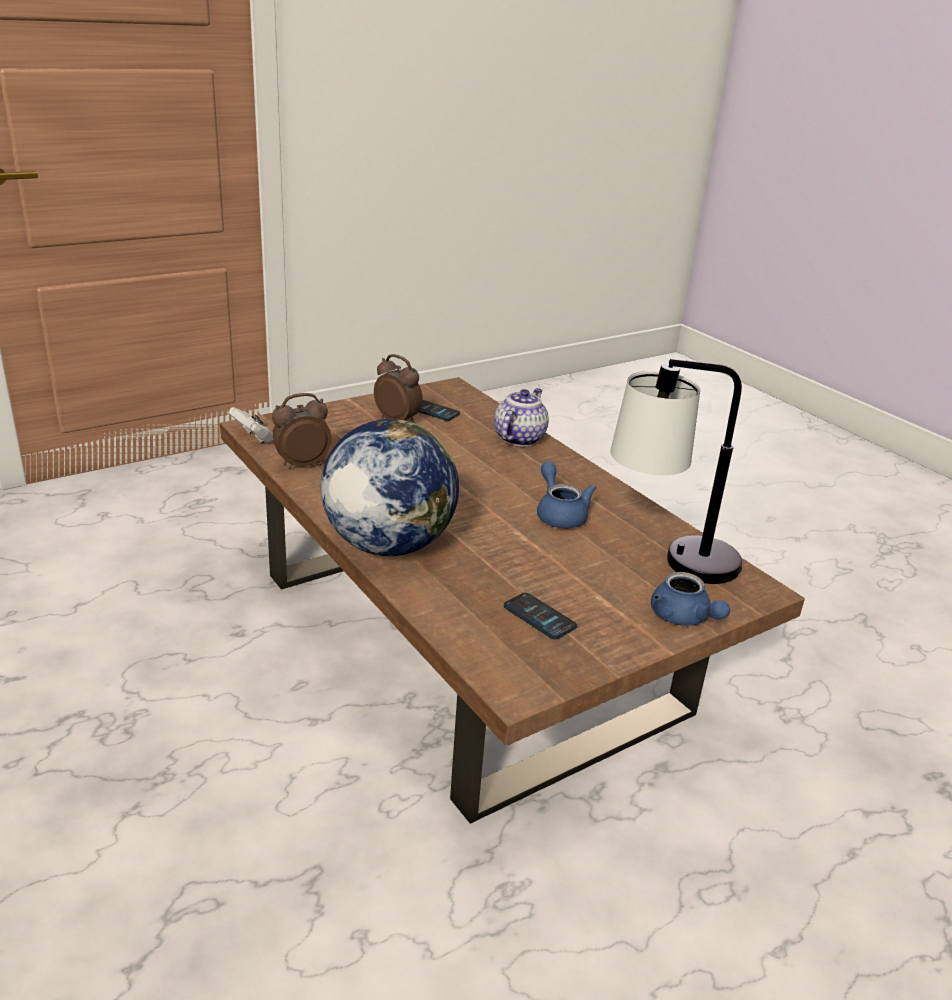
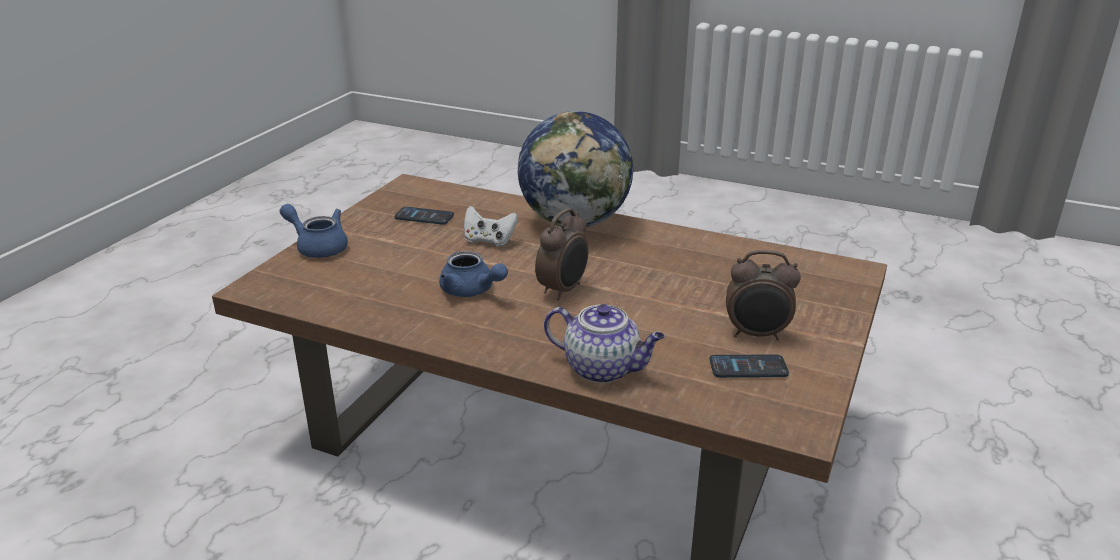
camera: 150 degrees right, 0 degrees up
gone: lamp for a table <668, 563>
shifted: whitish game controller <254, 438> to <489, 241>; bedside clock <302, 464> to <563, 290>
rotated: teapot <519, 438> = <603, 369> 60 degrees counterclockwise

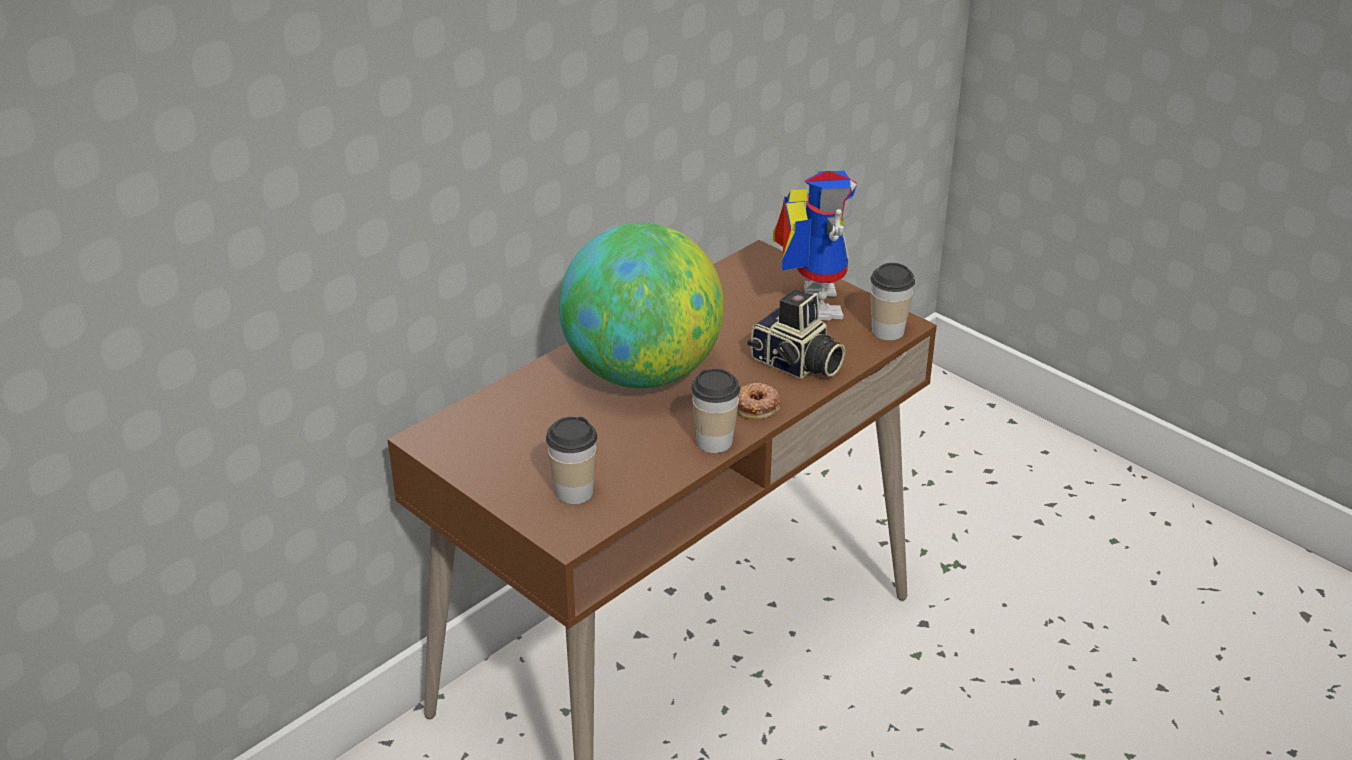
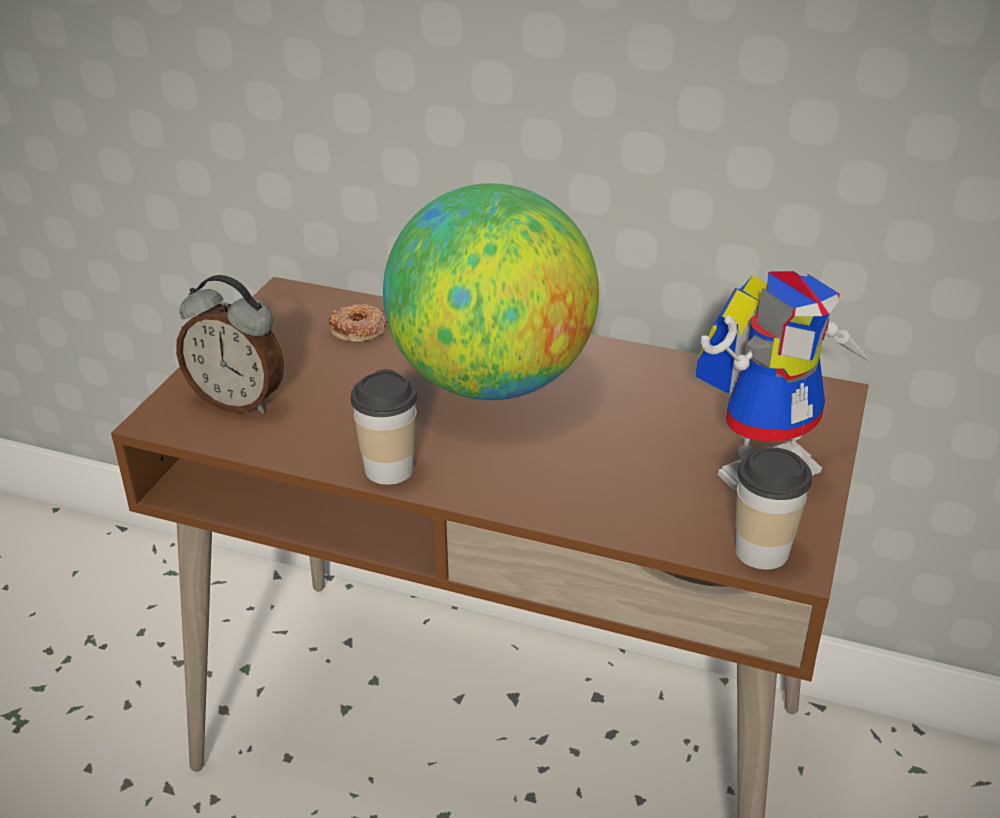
camera: 65 degrees right, 0 degrees up
gone: photo camera <796, 365>
shifted: donut <757, 406> to <359, 329>
swapped: small cup <574, 492> to bedside clock <239, 401>

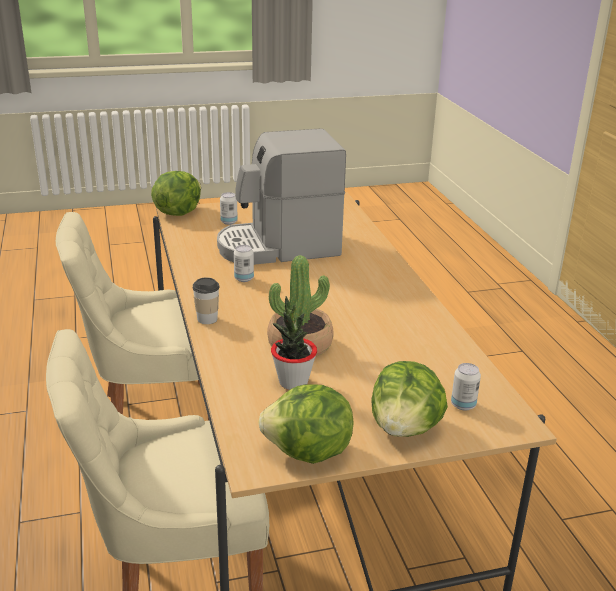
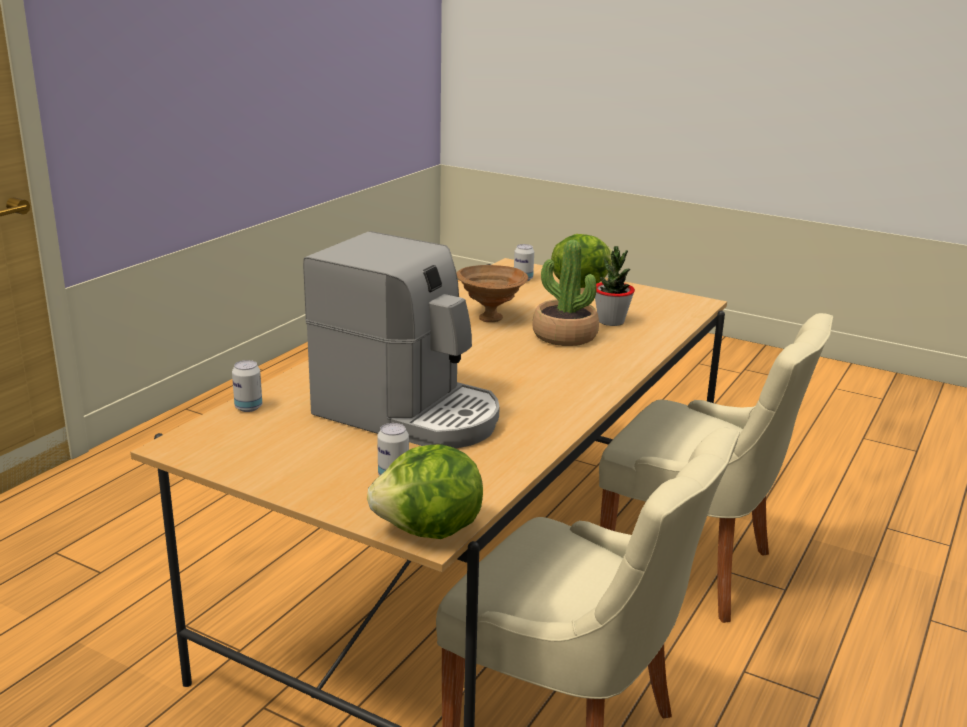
camera: 135 degrees left, 5 degrees down
gone: small cup <207, 319>; head of lettuce <308, 453>
new: brown bowl <489, 317>
shifted: sealed can <244, 279> to <248, 407>

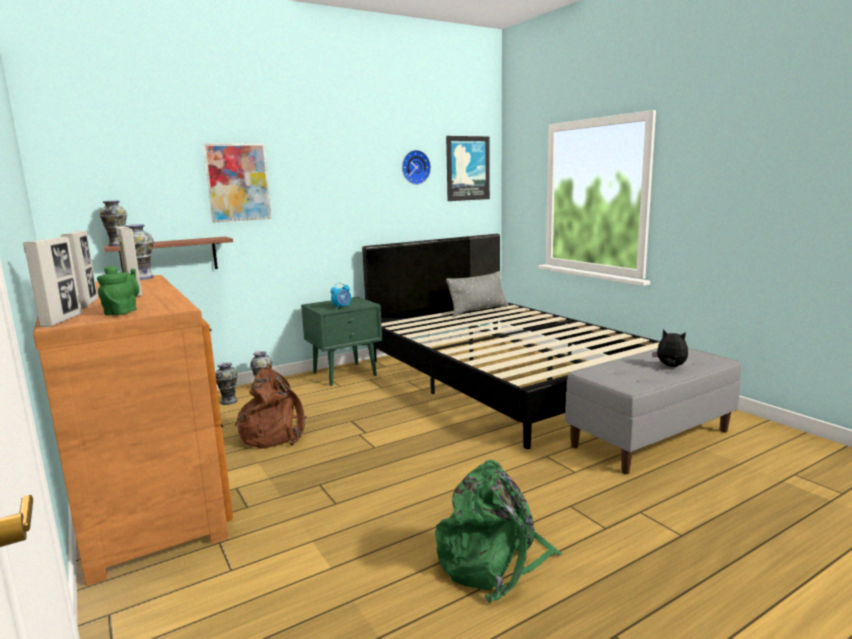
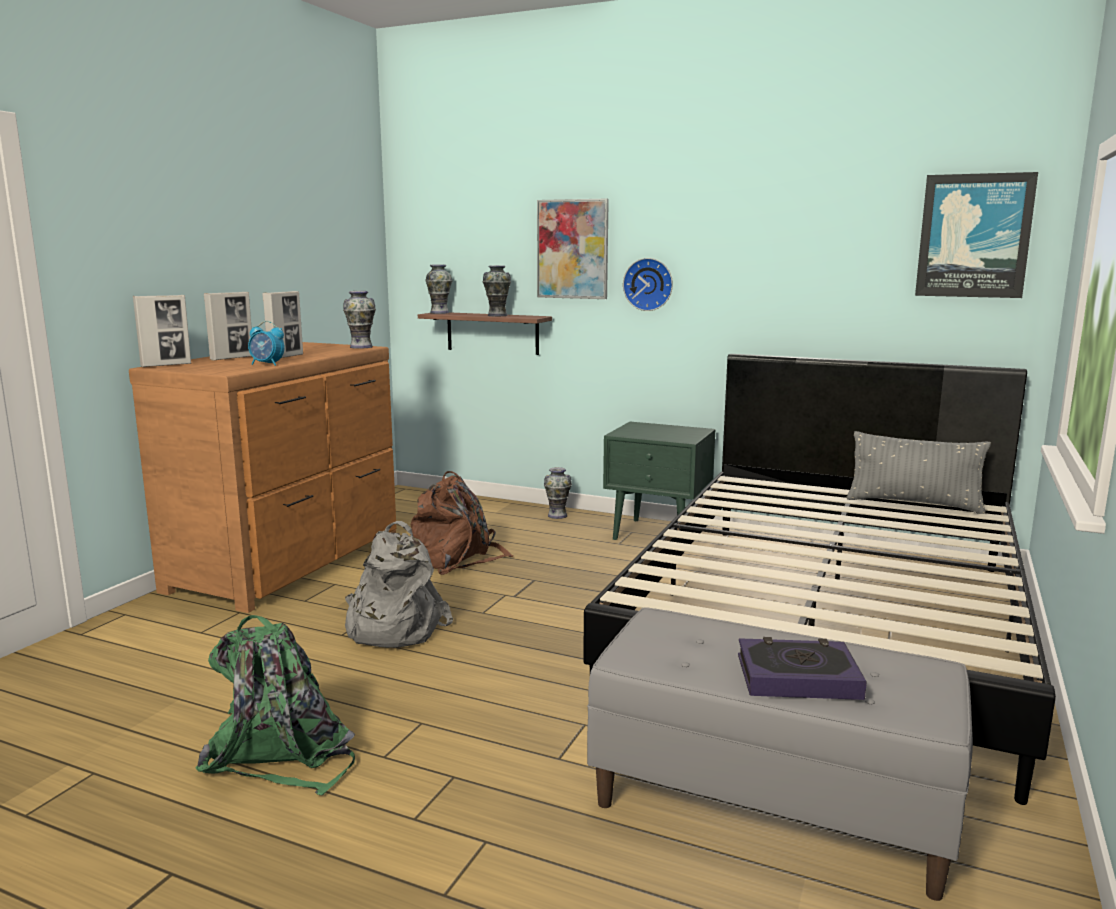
camera: 55 degrees right, 0 degrees up
gone: greenish teapot <123, 312>
new: grey rucksack <392, 628>
shifted: flower vase <229, 401> to <497, 315>; bedside clock <342, 307> to <267, 364>; wall clock <415, 167> to <648, 284>
swapped: soft toy <670, 366> to bound book <797, 677>

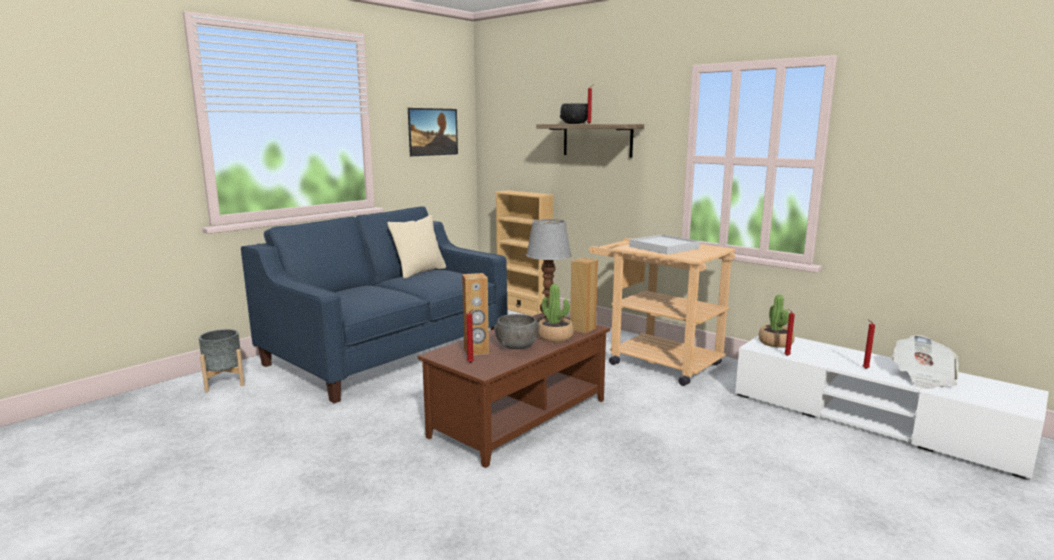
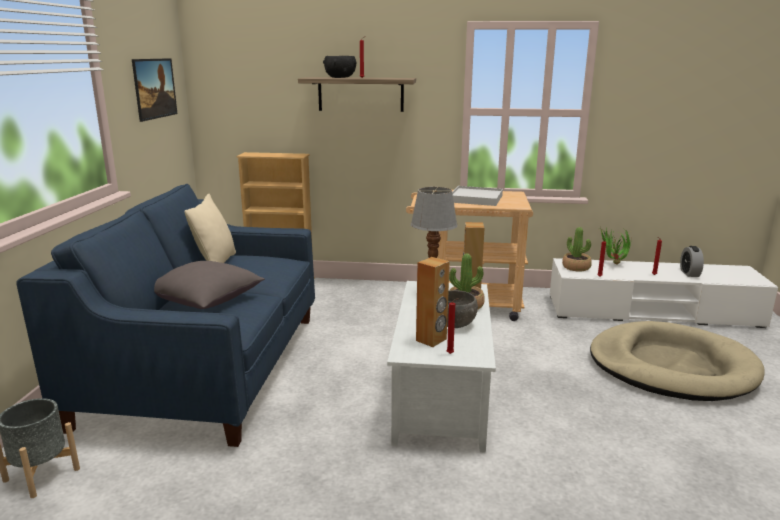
camera: 35 degrees left, 5 degrees up
new: grey cushion <206, 301>; beige pet bed <671, 367>; houseplant <612, 265>
swapped: printed paper <923, 378> to bedside clock <689, 273>
repainted: brown low table <519, 417> to whitish low table <439, 393>

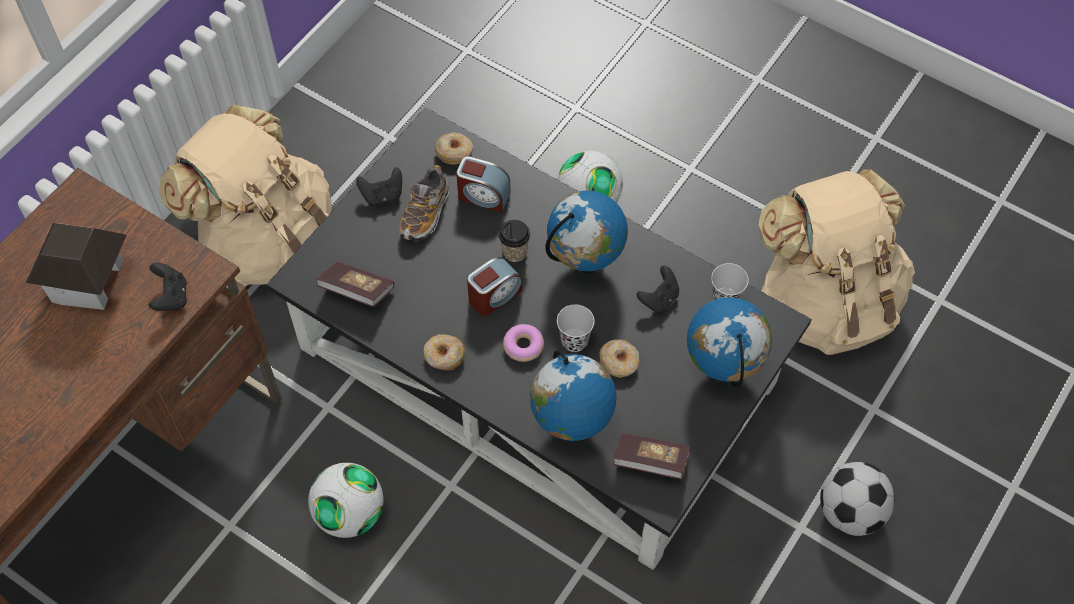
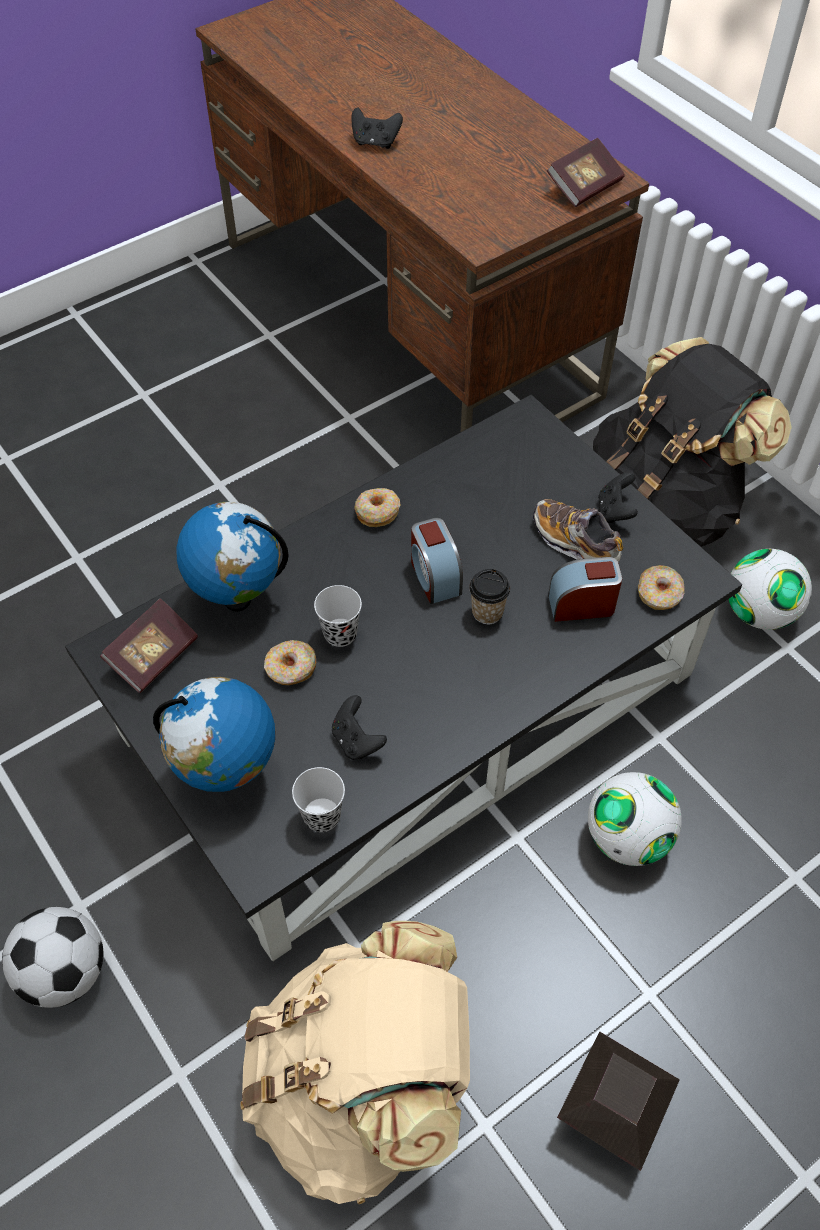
camera: 110 degrees right, 5 degrees down
gone: donut <523, 346>; globe <585, 263>
shifted: model house <88, 281> to <611, 1111>; black game controller <171, 297> to <375, 142>; football ball <350, 514> to <759, 612>; bound book <357, 291> to <584, 187>
repainted: beige rucksack <267, 240> to black rucksack <664, 505>
rotated: bedside clock <483, 196> = <581, 604> 45 degrees clockwise

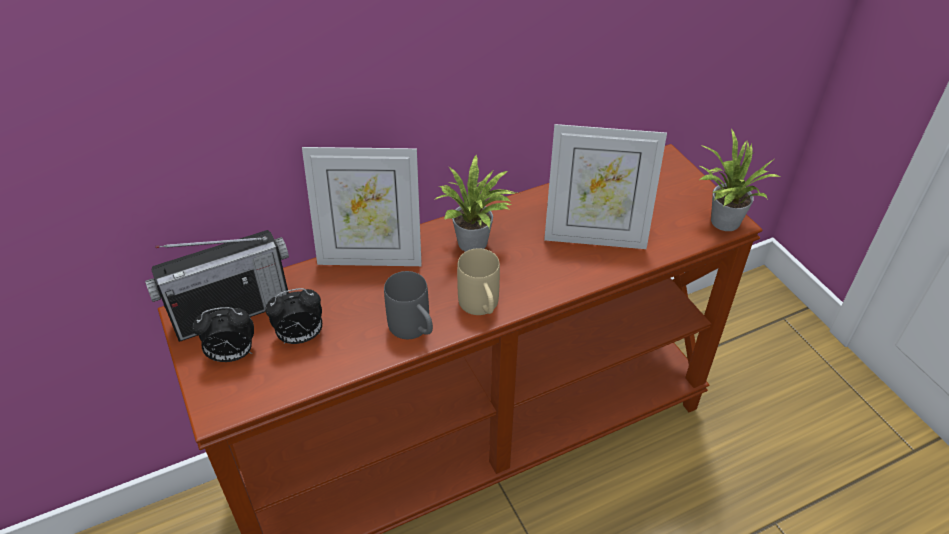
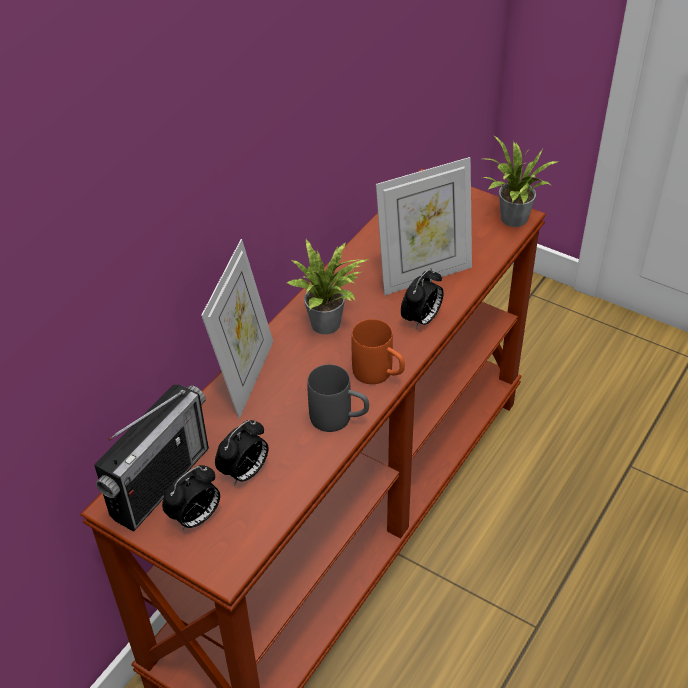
camera: 30 degrees left, 0 degrees up
new: bedside clock <421, 320>
repainted: beige tea mug <481, 308> to orange-coloured tea mug <379, 375>
rotated: picture frame <370, 257> = <246, 376> 45 degrees counterclockwise

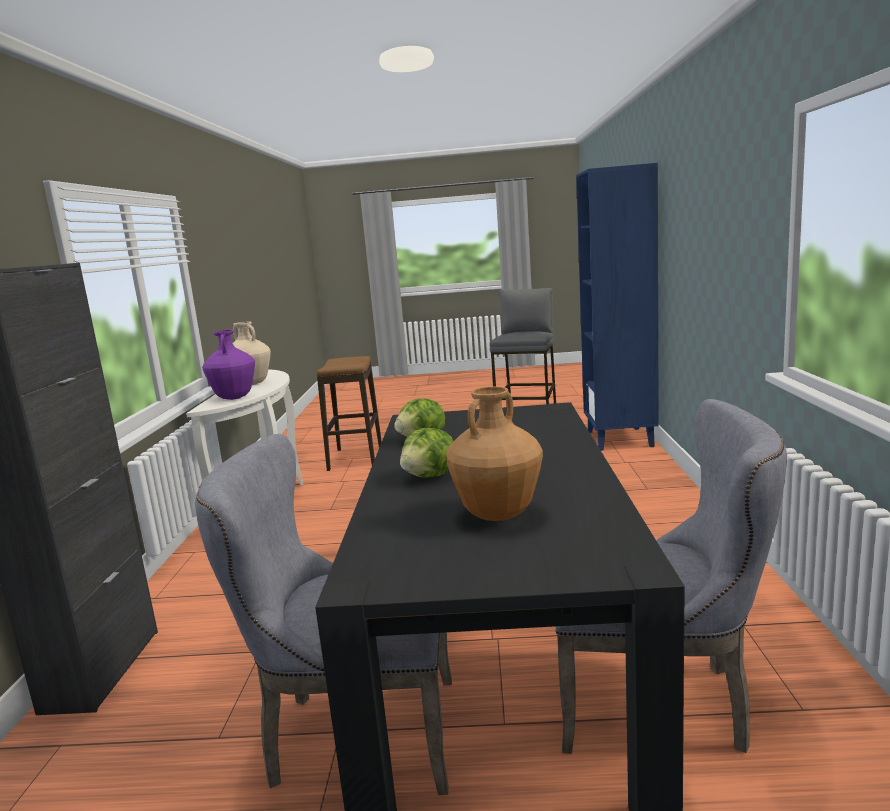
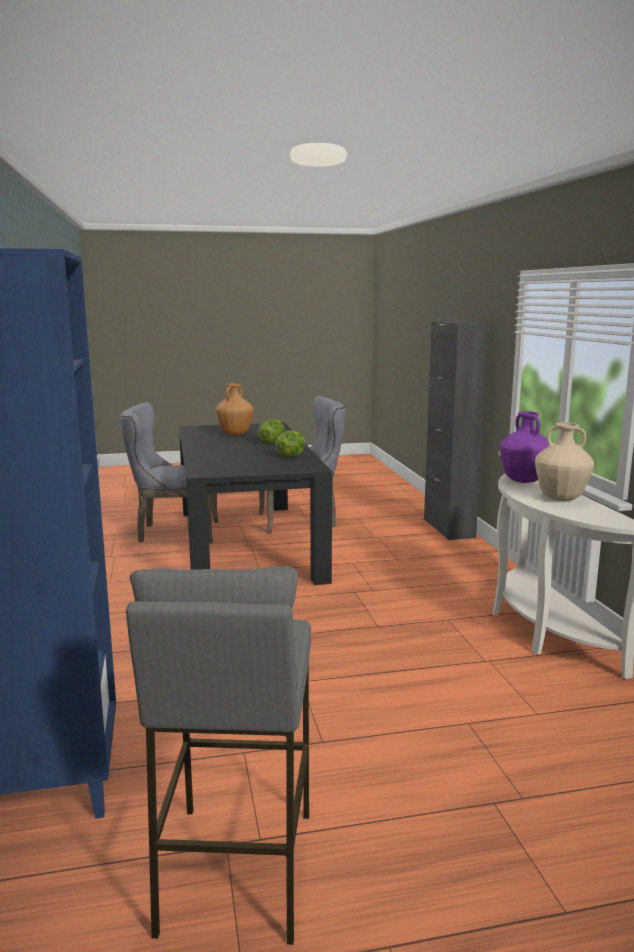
camera: 165 degrees right, 0 degrees up
gone: sitting stool <355, 458>

